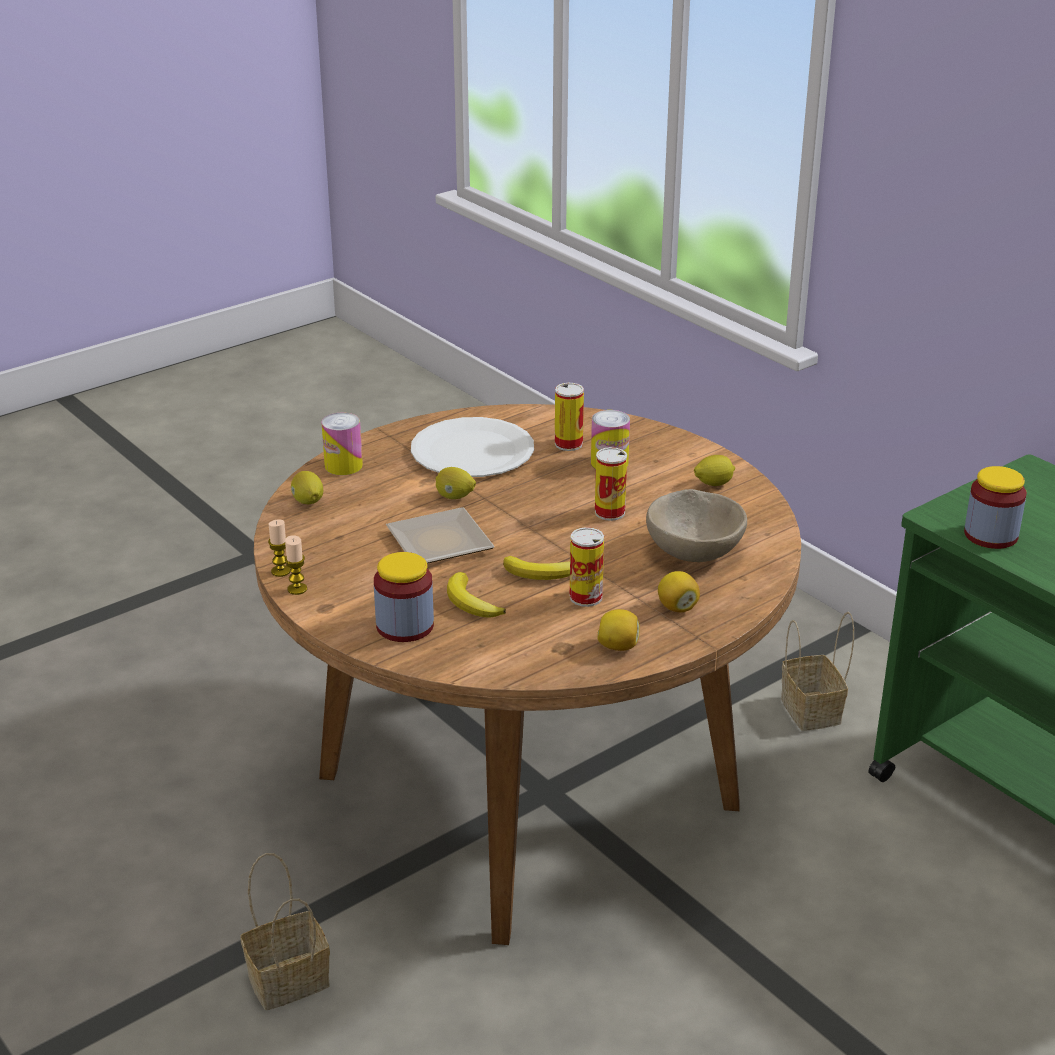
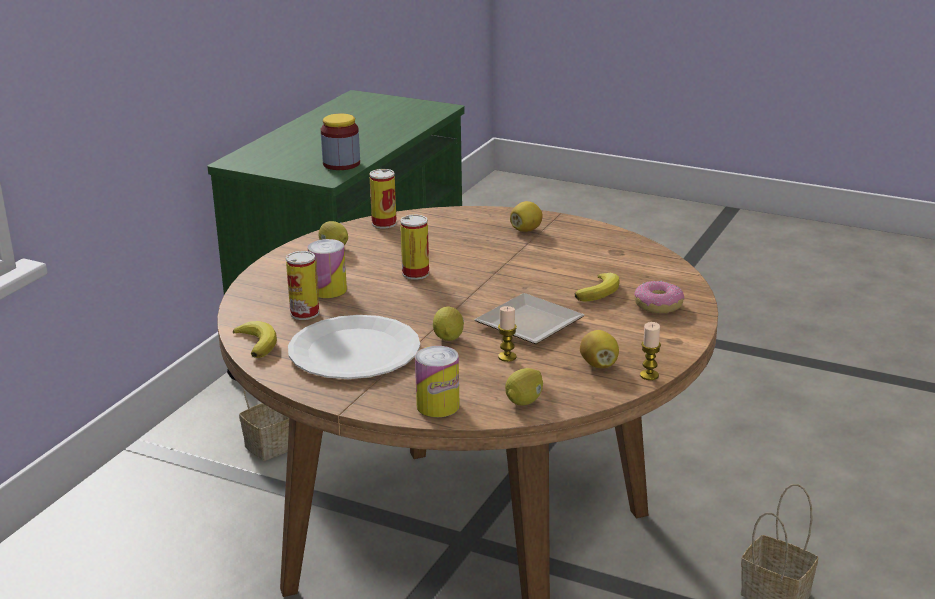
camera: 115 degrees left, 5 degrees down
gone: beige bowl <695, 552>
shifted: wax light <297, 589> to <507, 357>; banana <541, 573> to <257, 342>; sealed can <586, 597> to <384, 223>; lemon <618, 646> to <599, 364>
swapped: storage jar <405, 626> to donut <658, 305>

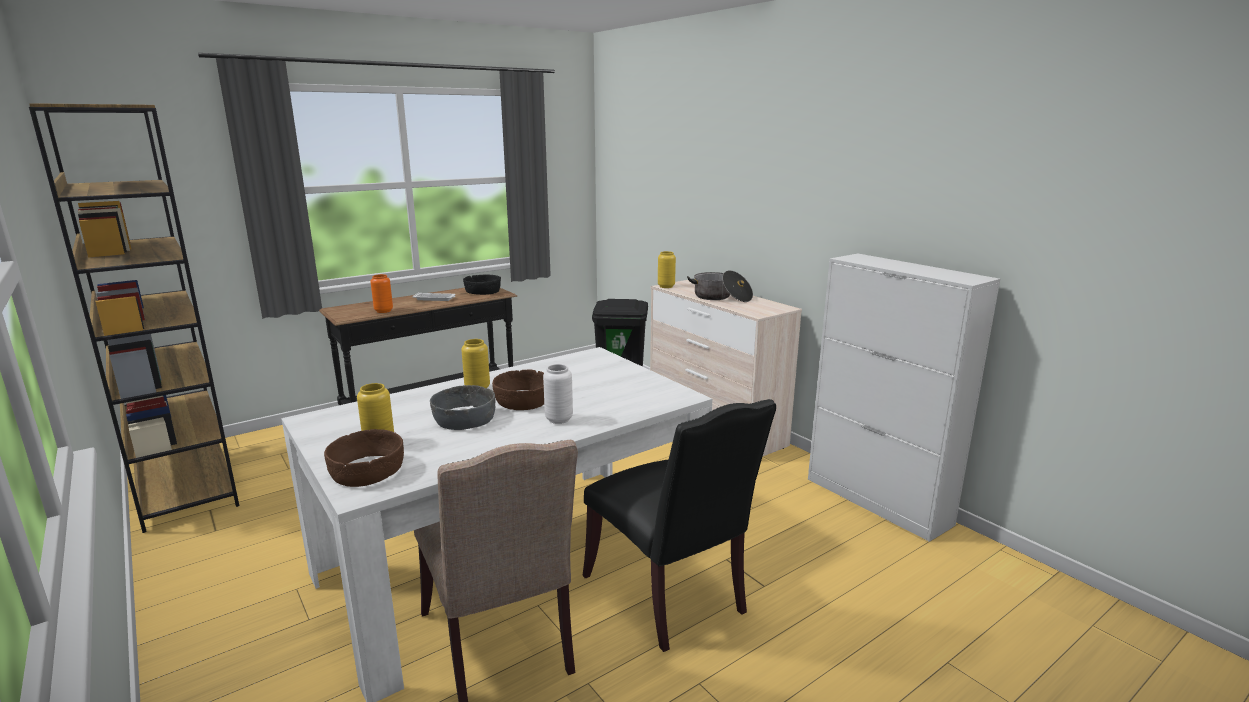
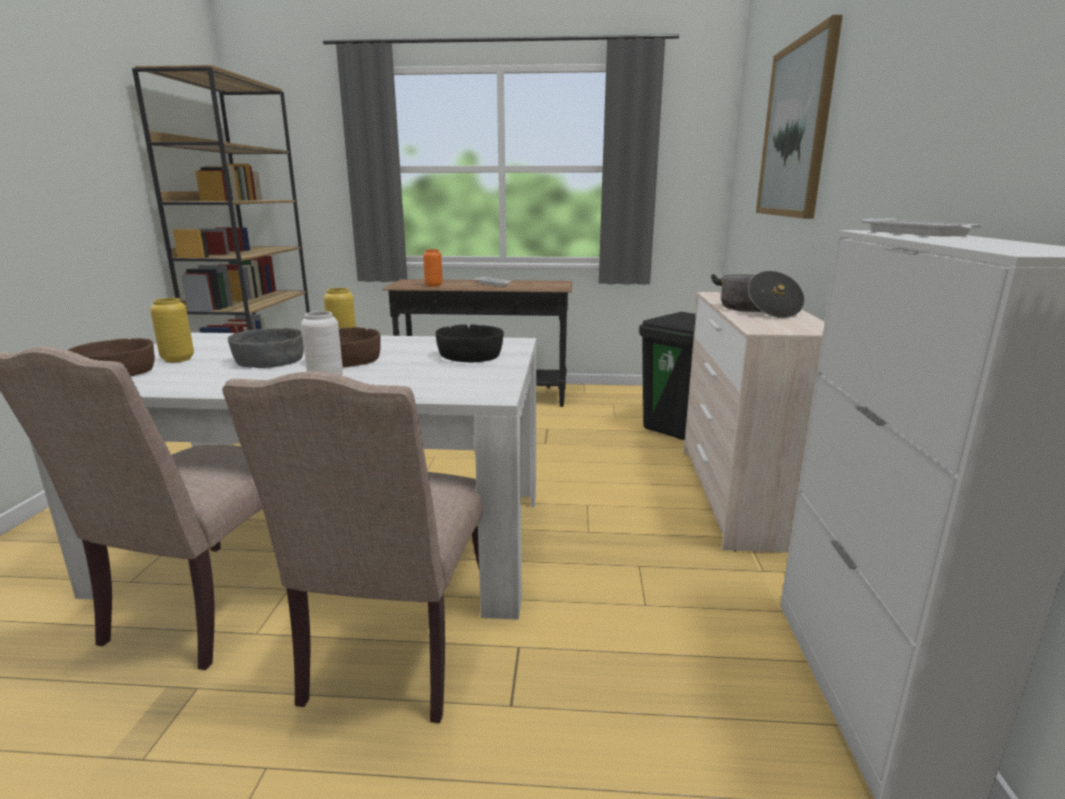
camera: 40 degrees right, 0 degrees up
gone: yellow-coloured flower vase <666, 286>
new: picture <796, 130>; whitish tray <917, 233>
shifted: black bowl <483, 291> to <471, 356>
repainted: black plain chair <670, 596> to beige plain chair <398, 651>

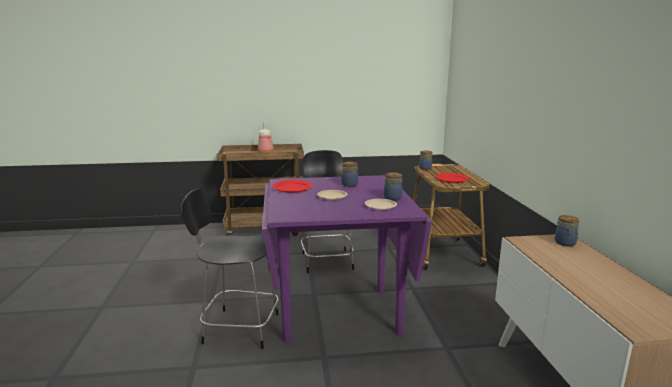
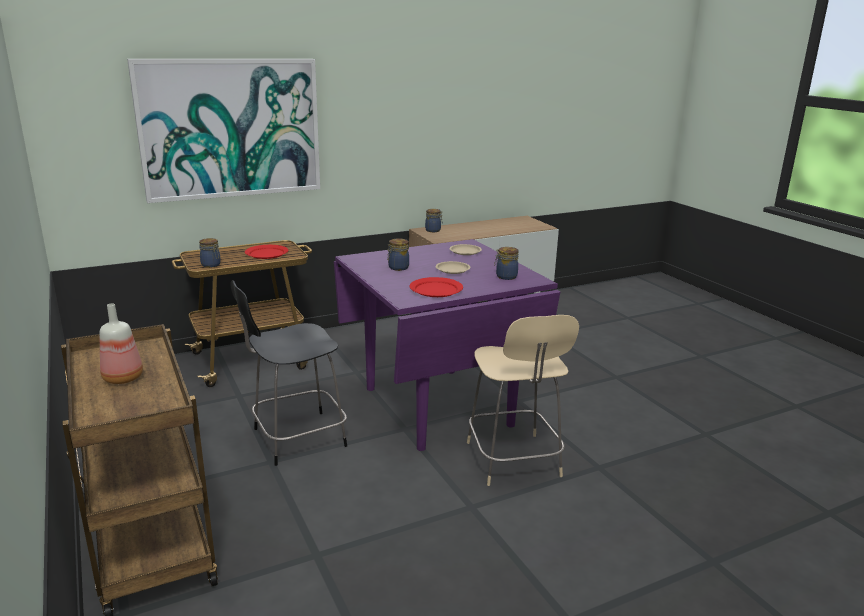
camera: 110 degrees left, 5 degrees up
new: picture <230, 128>
shifted: storage jar <393, 197> to <505, 276>
repainted: black plain chair <238, 328> to beige plain chair <514, 461>

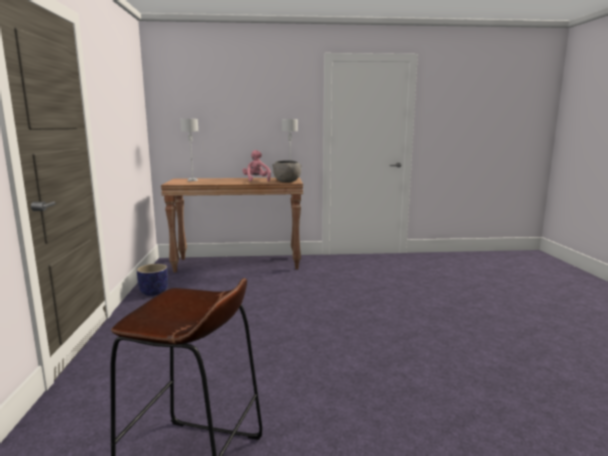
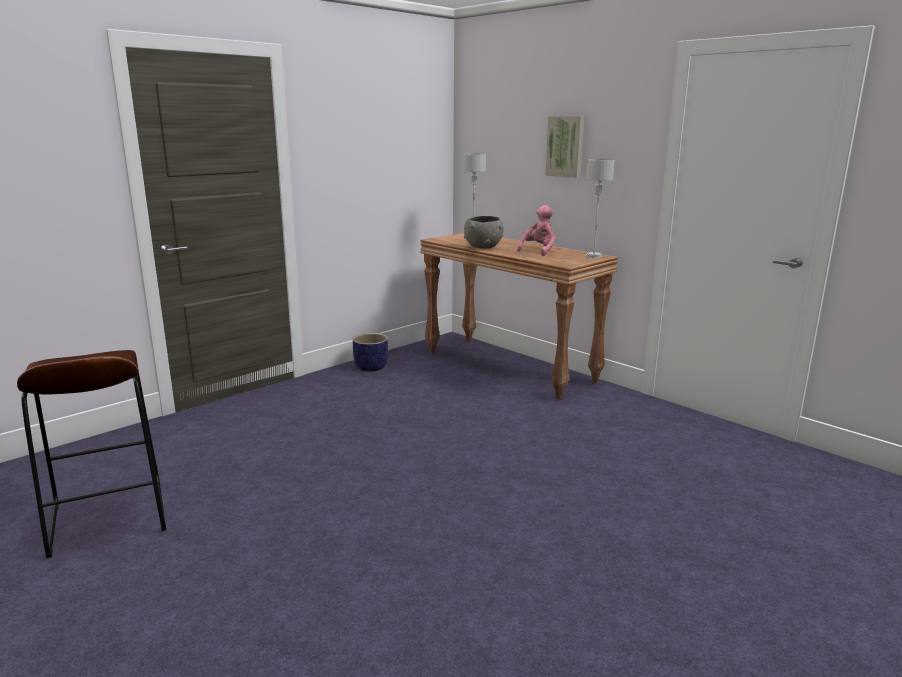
camera: 50 degrees right, 5 degrees up
new: picture <565, 146>
shifted: grey bowl <287, 181> to <483, 247>

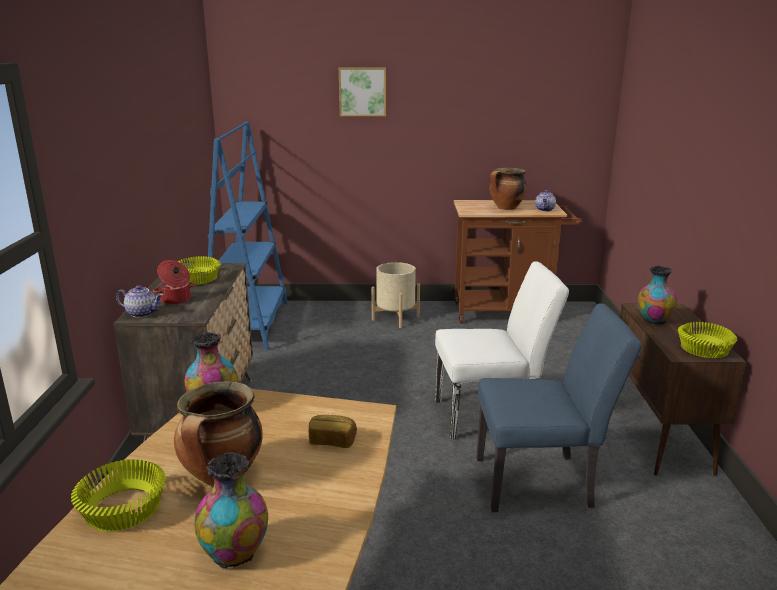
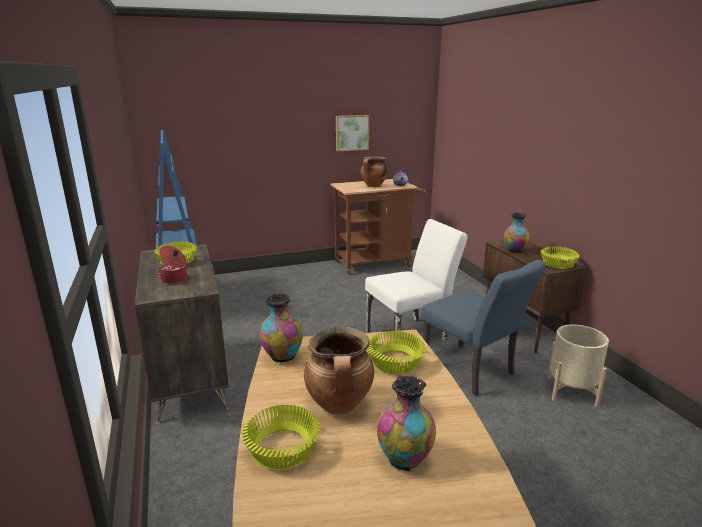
camera: 20 degrees left, 0 degrees up
gone: teapot <142, 313>
shifted: picture <362, 91> to <351, 132>; beige planter <395, 318> to <571, 391>
swapped: bakery bread <332, 441> to yellow-coloured bowl <396, 362>
rotated: blue-coloured plain chair <543, 482> = <472, 372> 75 degrees clockwise

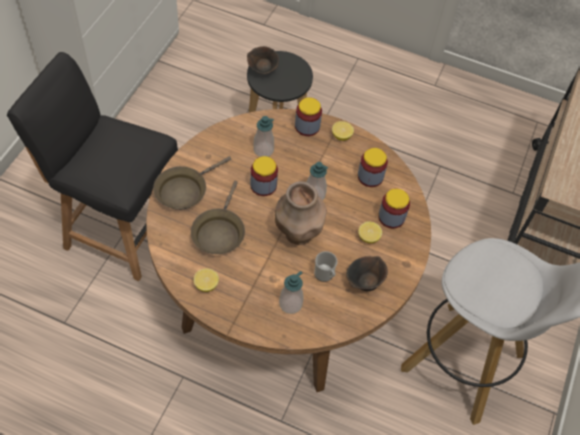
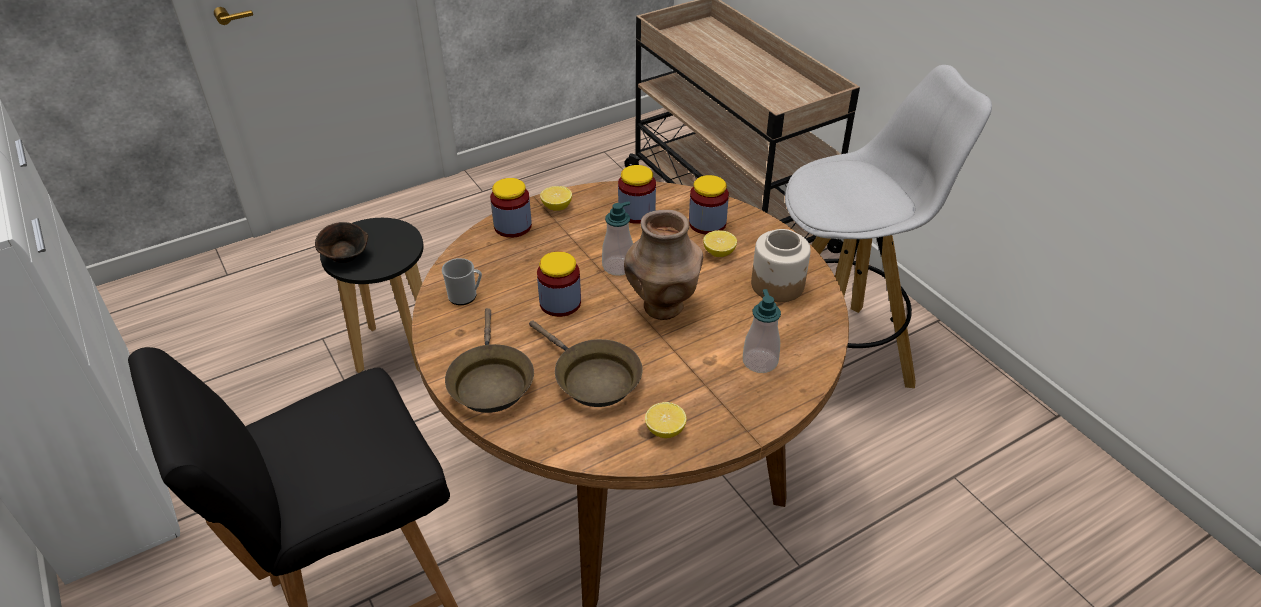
camera: 50 degrees left, 15 degrees down
gone: soap dispenser <263, 150>
shifted: tea mug <325, 275> to <465, 296>
swapped: brown bowl <364, 282> to storage jar <778, 285>

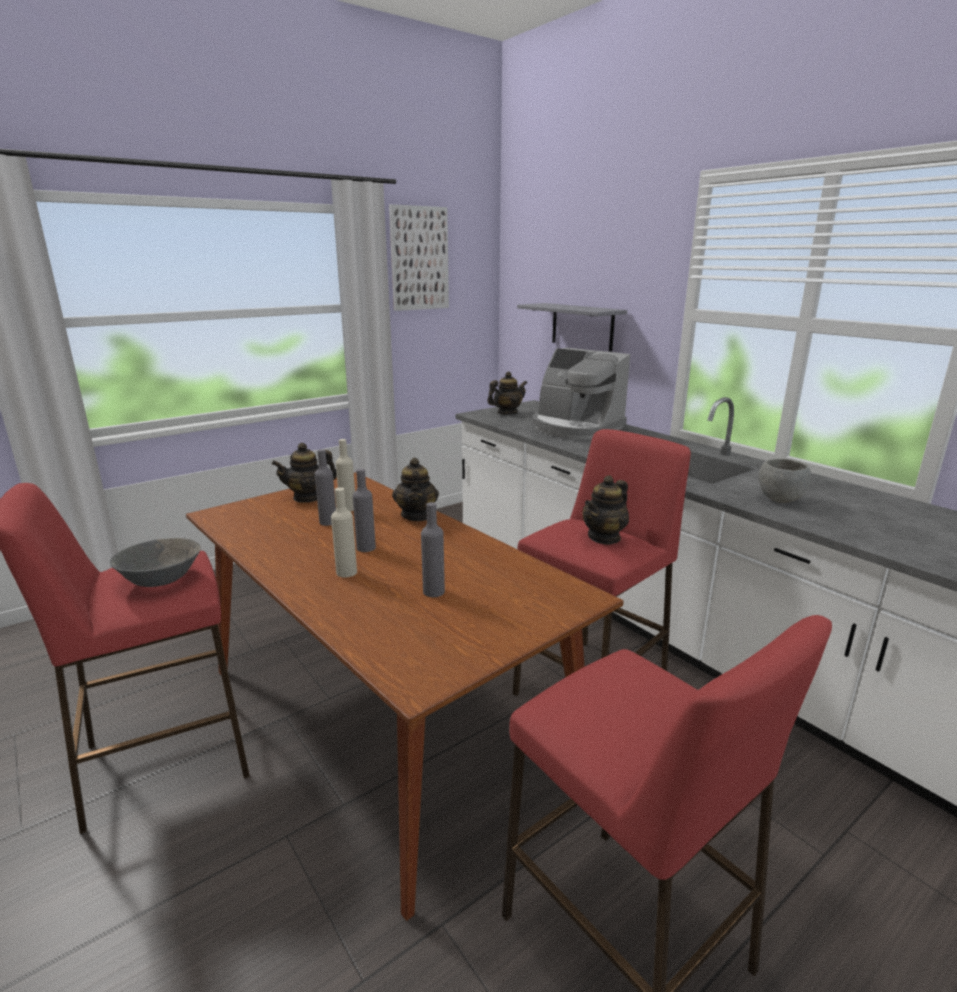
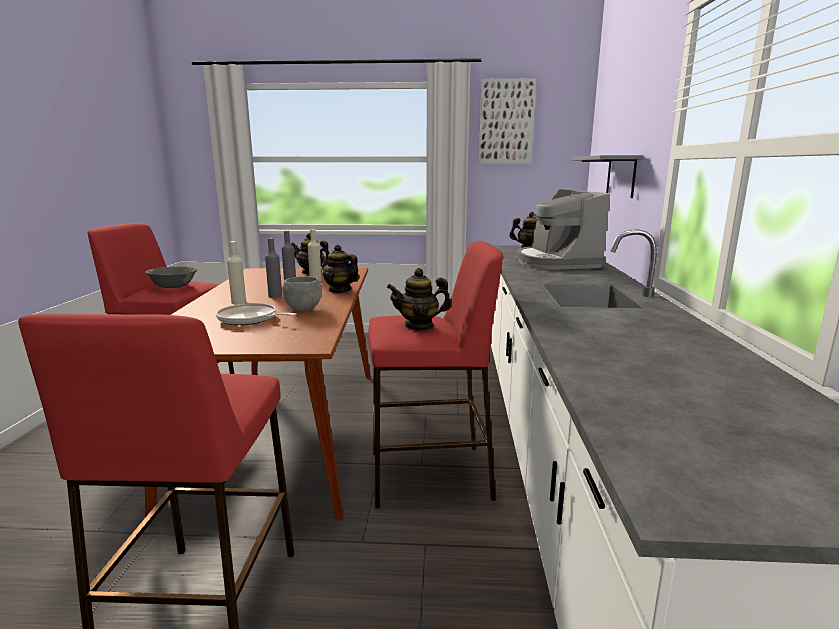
camera: 40 degrees right, 5 degrees down
shifted: grey bowl <779, 499> to <304, 310>
swapped: grey bottle <433, 591> to frying pan <250, 319>
rotated: teapot <416, 515> = <339, 290> 90 degrees clockwise

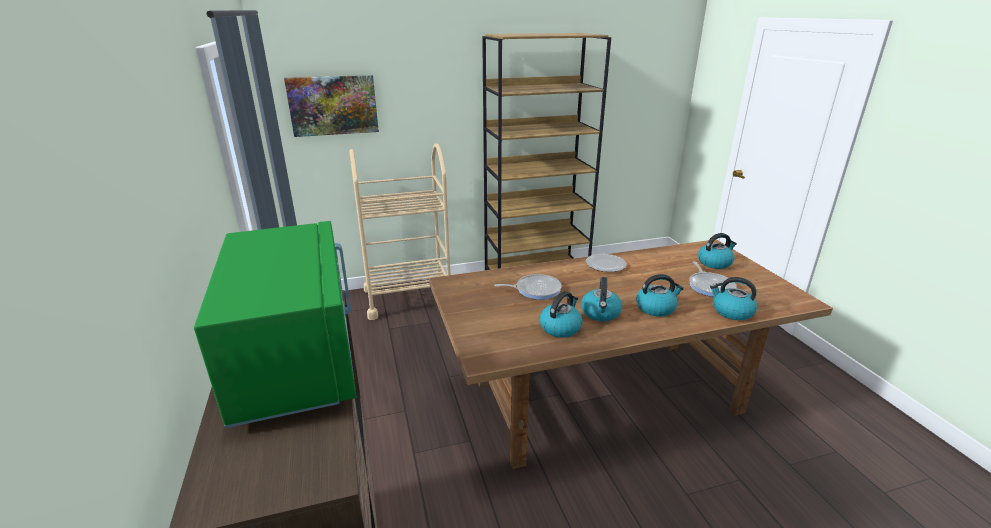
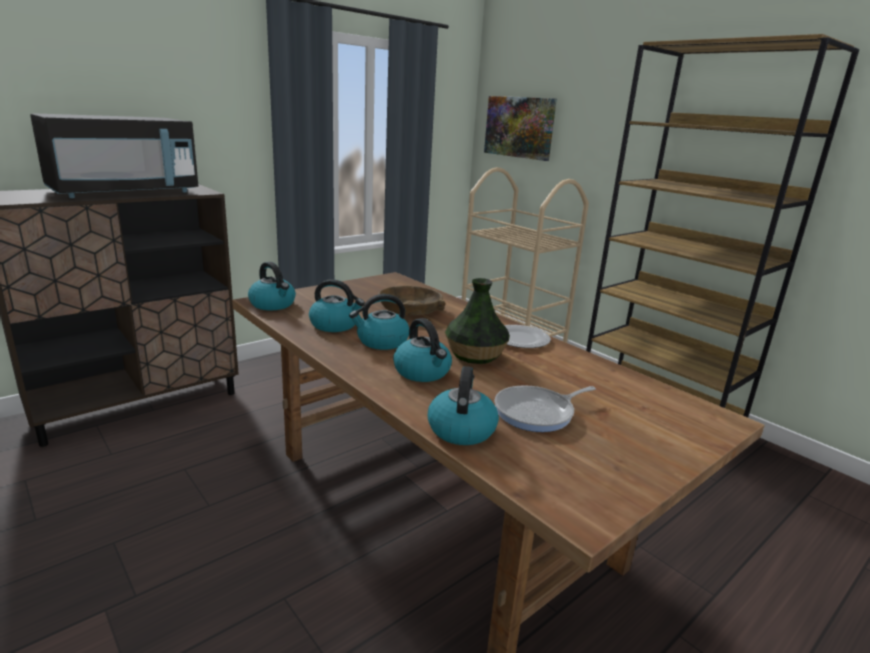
camera: 65 degrees right, 5 degrees down
new: flower vase <474, 355>
shifted: tea kettle <715, 263> to <273, 304>
swapped: frying pan <535, 290> to brown bowl <410, 309>
repainted: greenish microwave oven <297, 358> to black microwave oven <125, 193>

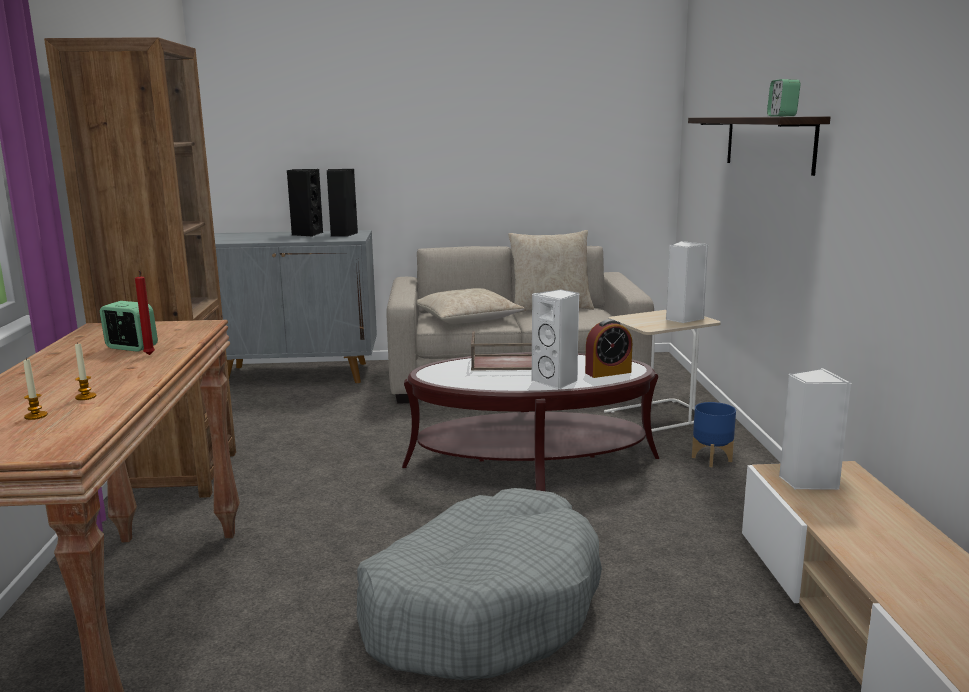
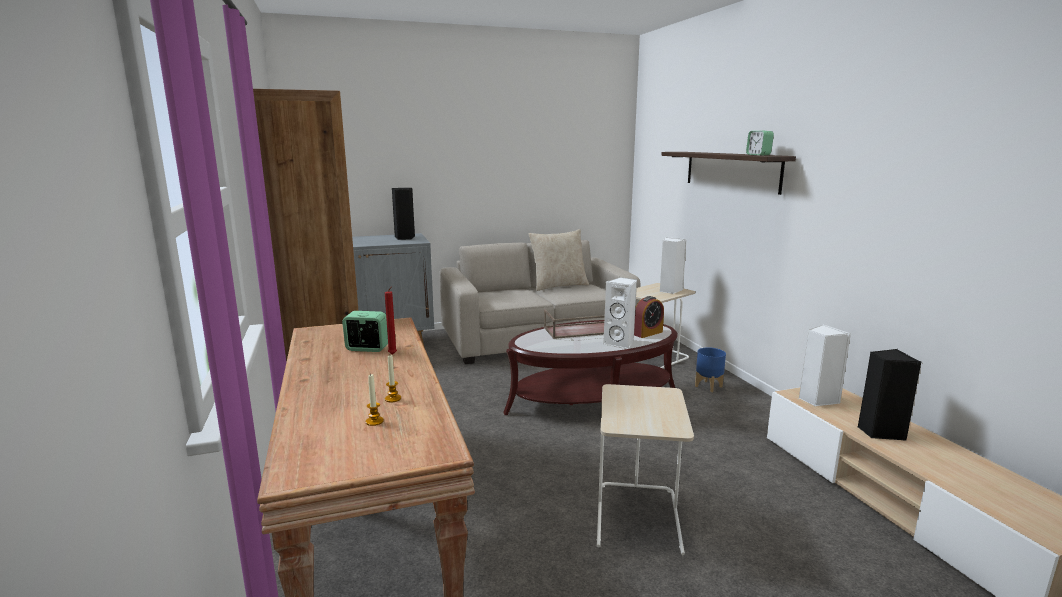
camera: 15 degrees left, 0 degrees up
gone: beige cushion <467, 318>
shifted: black loudspeaker <307, 234> to <879, 432>
swapped: grey pet bed <482, 608> to beige side table <639, 518>

